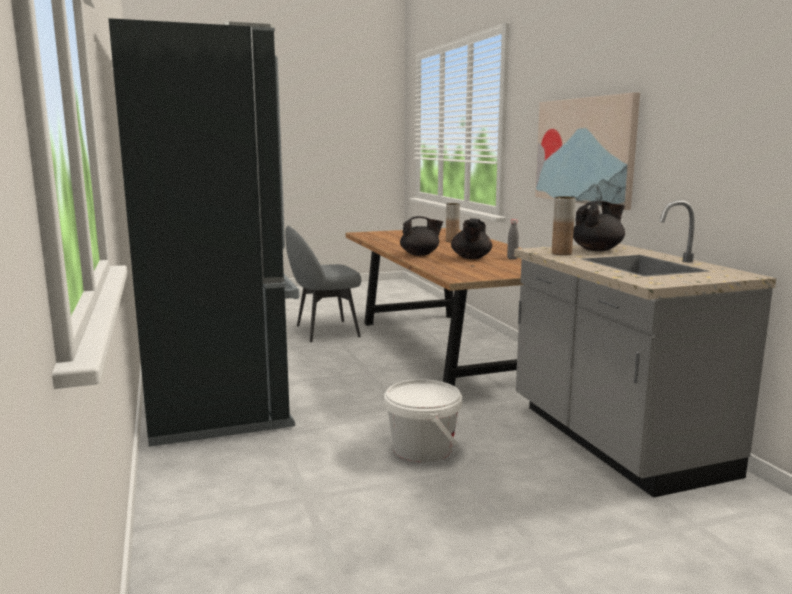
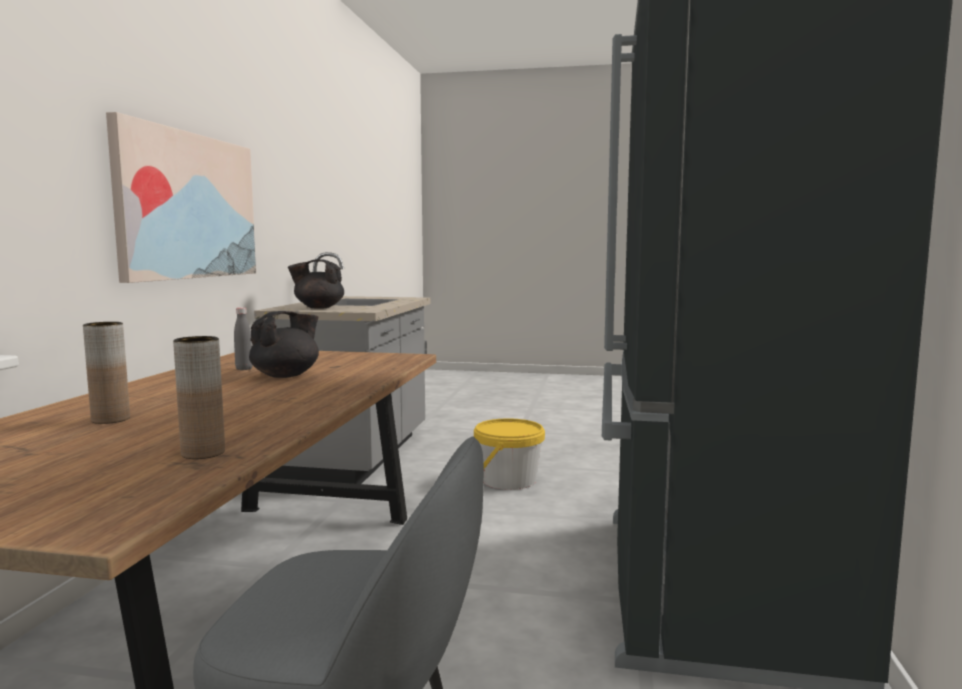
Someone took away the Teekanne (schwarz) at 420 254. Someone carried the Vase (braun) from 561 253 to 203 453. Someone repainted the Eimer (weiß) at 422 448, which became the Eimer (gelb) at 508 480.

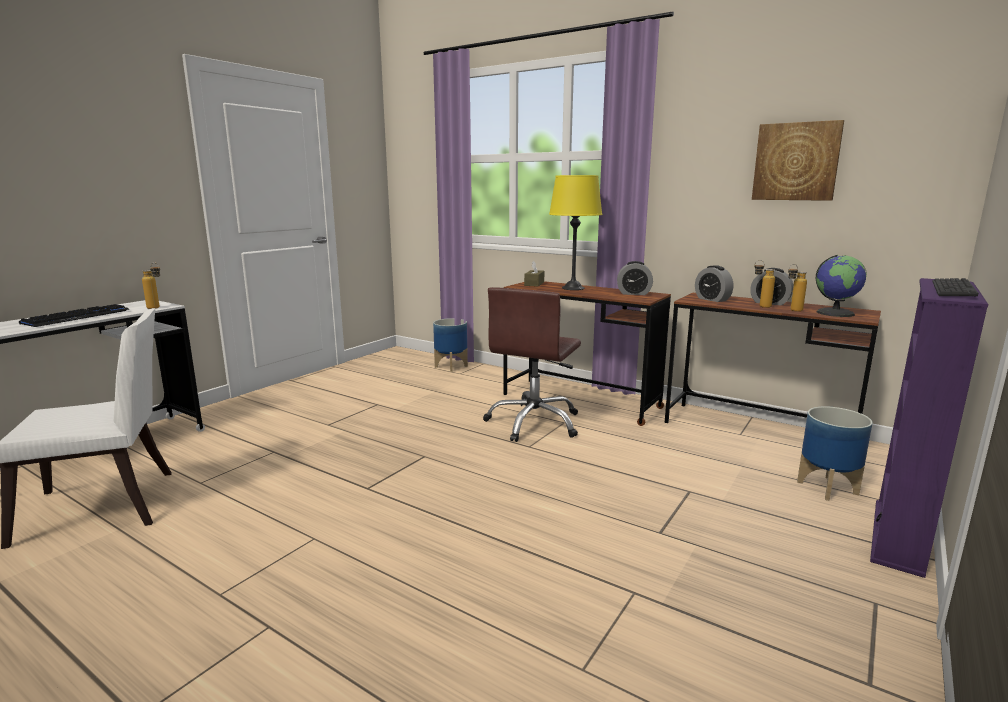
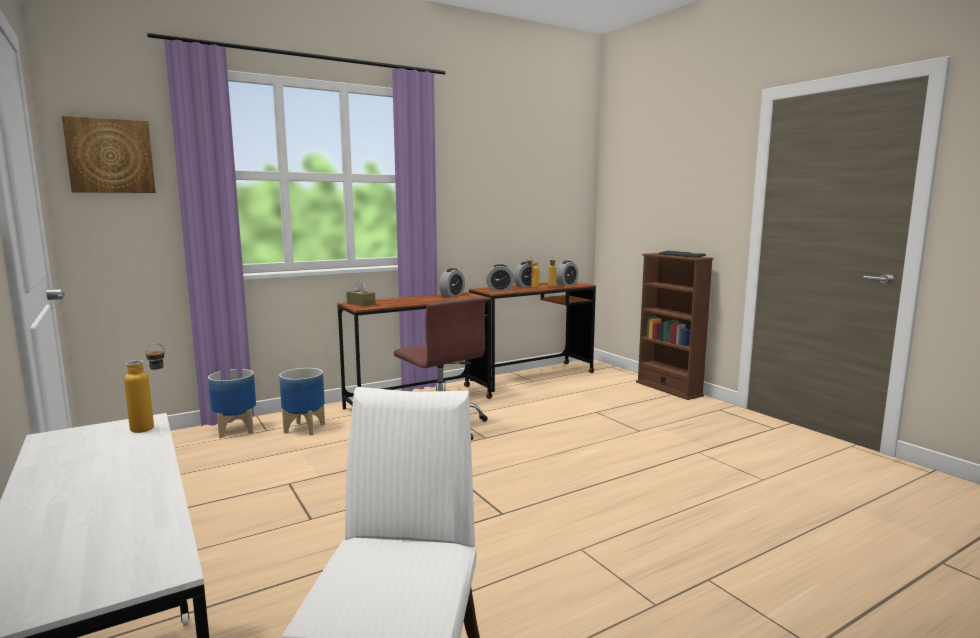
Someone took away the Tastatur at 77 317. Someone took away the Tischlampe (gelb) at 573 288. Someone carried the Bild from 796 162 to 110 156. Someone carried the Pflanzkübel from 828 487 to 304 428. Someone swapped the Globus at 835 313 for the Wecker at 566 284. Someone repainted the Bücherregal (lila) at 898 537, which became the Bücherregal (braun) at 668 389.

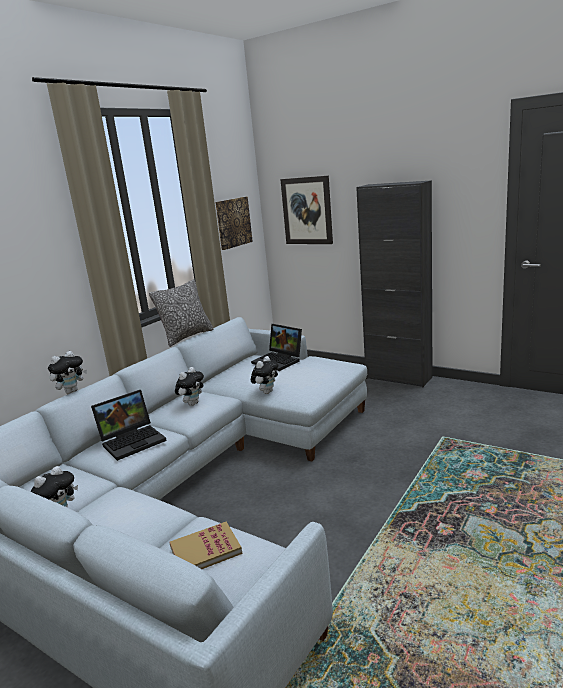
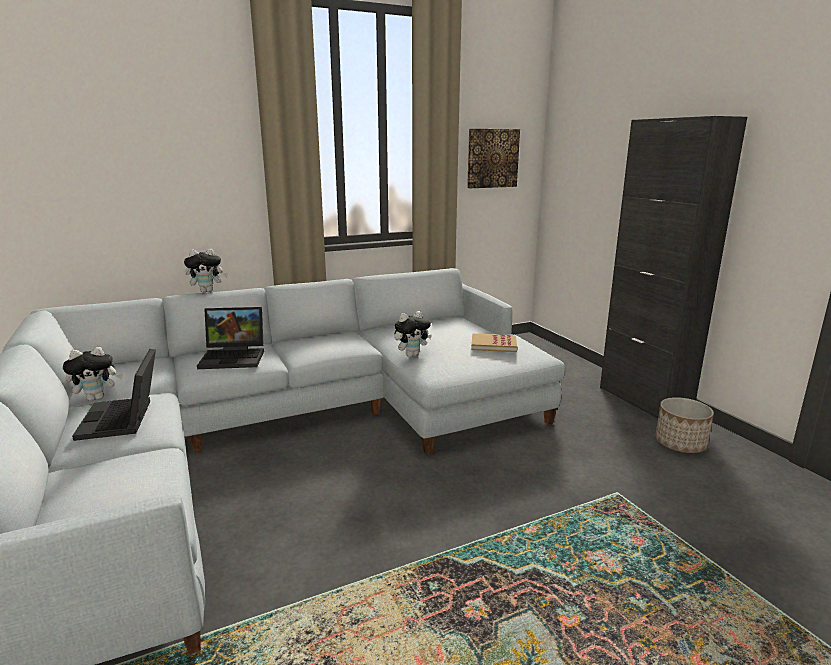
Someone took away the Kissen at 186 337. Someone took away the Plüschtier at 192 403. Someone took away the Bild at 307 211. Someone put down the Pflanzkübel at 680 444. Someone carried the Buch from 205 550 to 493 345. Someone carried the Laptop from 279 361 to 123 419.

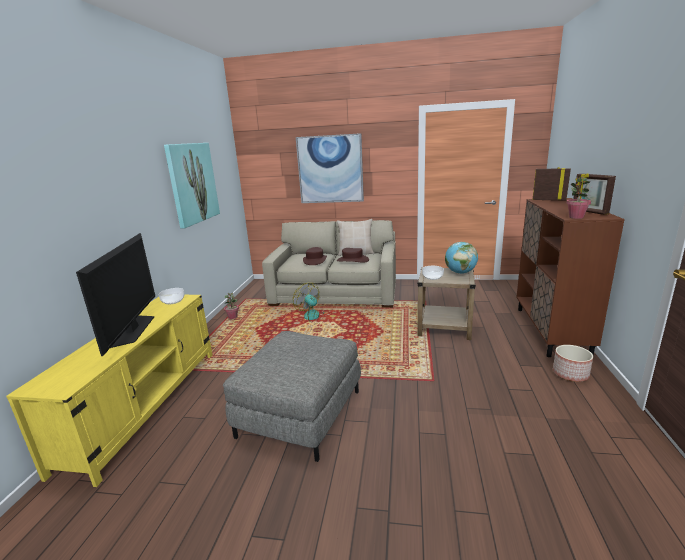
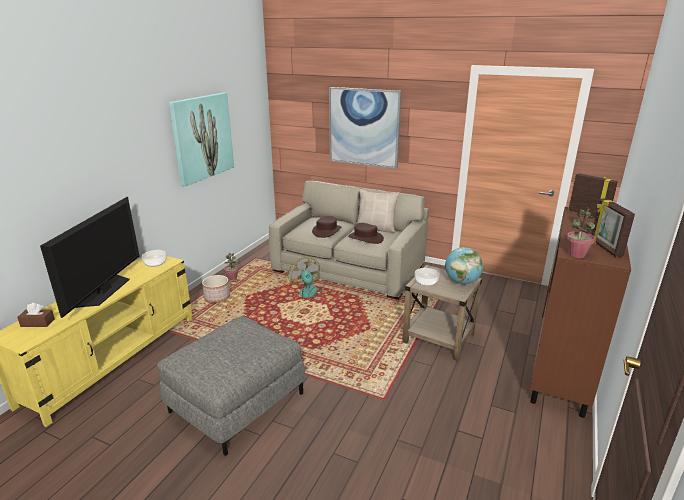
Someone put down the Taschentuchbox (braun) at 37 323. Someone carried the Pflanzkübel from 570 374 to 217 297.

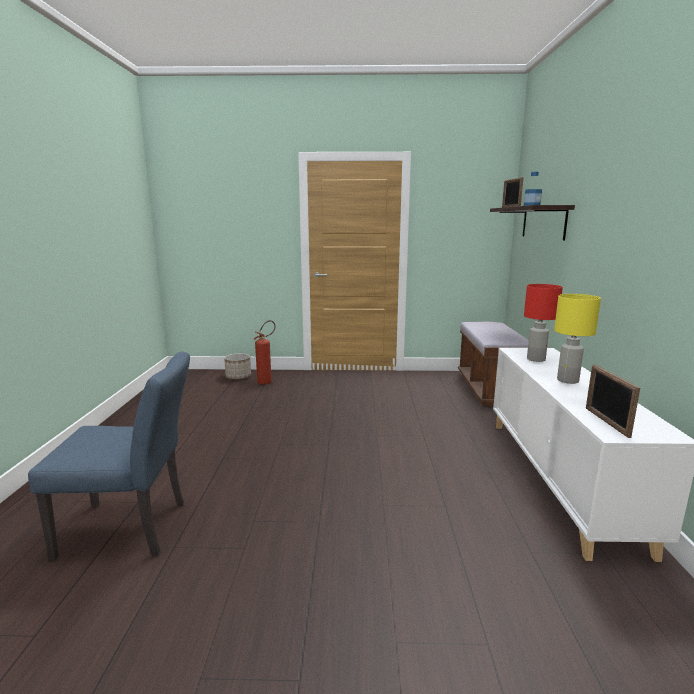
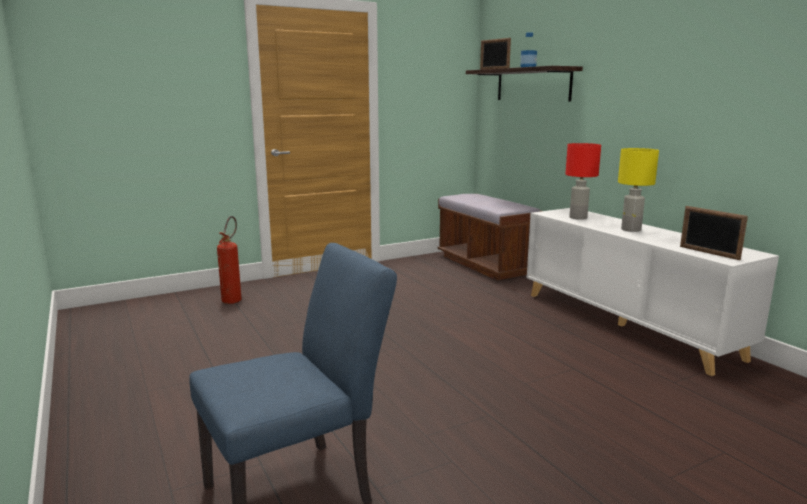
Someone took away the Pflanzkübel at 238 377.

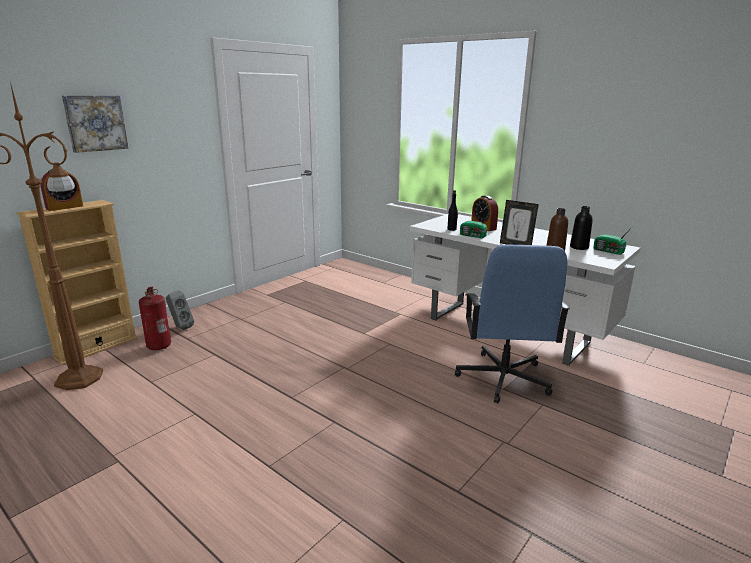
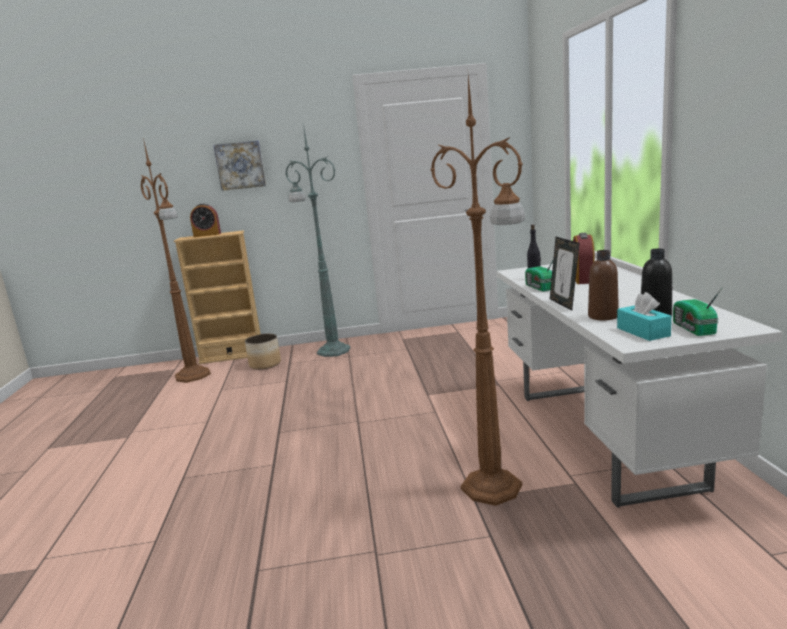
Someone took away the Lautsprecher (grau) at 180 327. Someone put down the Stehlampe (grün) at 332 350. Someone put down the Taschentuchbox (türkis) at 643 332. Someone swapped the Feuerlöscher at 159 345 for the Pflanzkübel at 265 364. Someone swapped the Bürostuhl (blau) at 503 378 for the Stehlampe (braun) at 494 488.

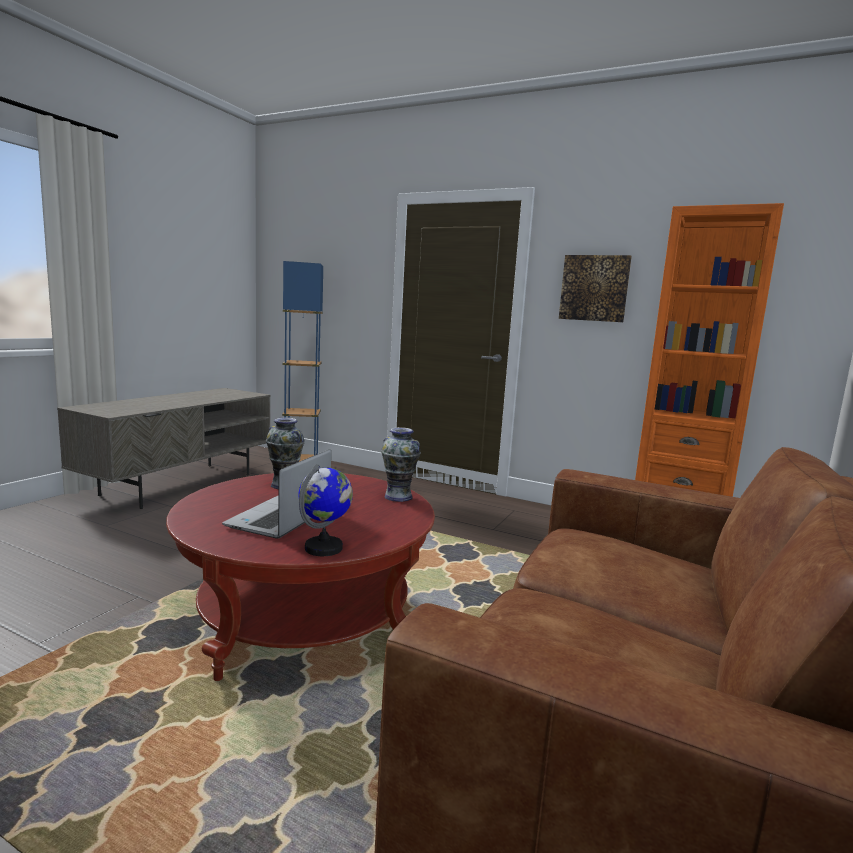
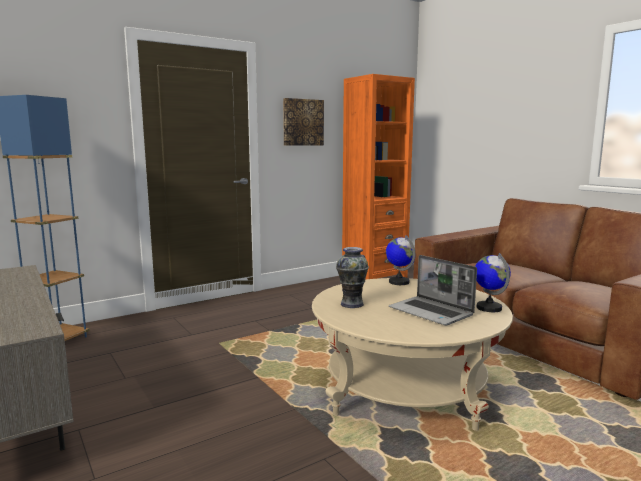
Someone swapped the Vase at 398 497 for the Globus at 399 282. Someone repainted the Couchtisch (rot) at 305 618, which became the Couchtisch (beige) at 405 389.

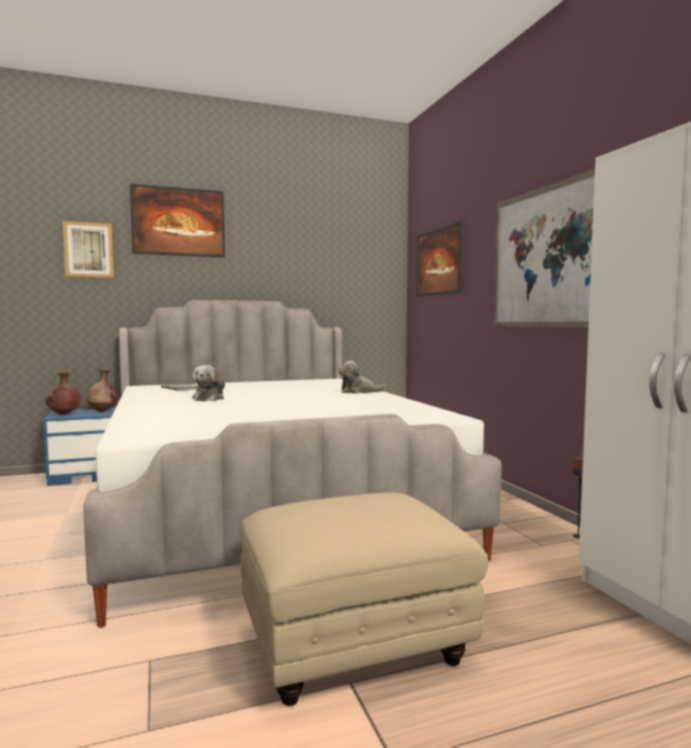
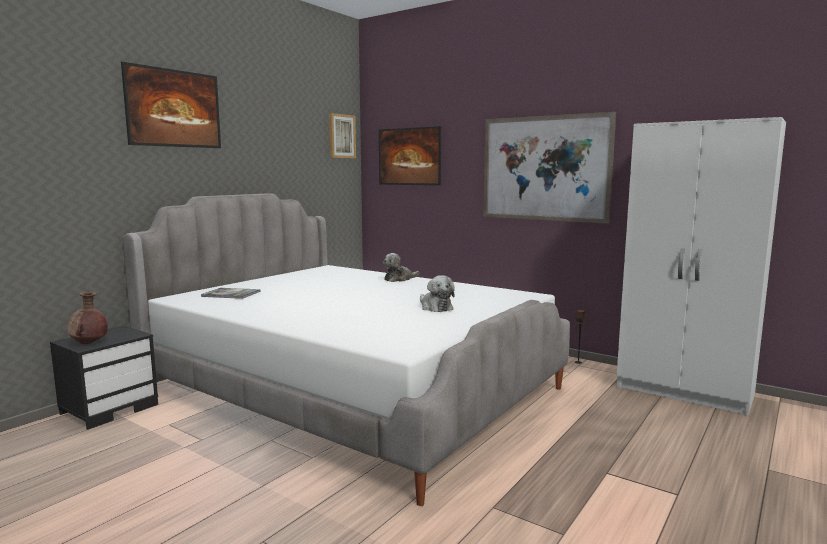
Someone took away the Vase (braun) at 103 411. Someone took away the Polsterhocker (beige) at 356 646. Someone carried the Bild from 89 250 to 341 136. Someone carried the Plüschtier from 209 398 to 435 307. Someone repainted the Nachttisch (blau) at 86 475, which became the Nachttisch (schwarz) at 110 408.

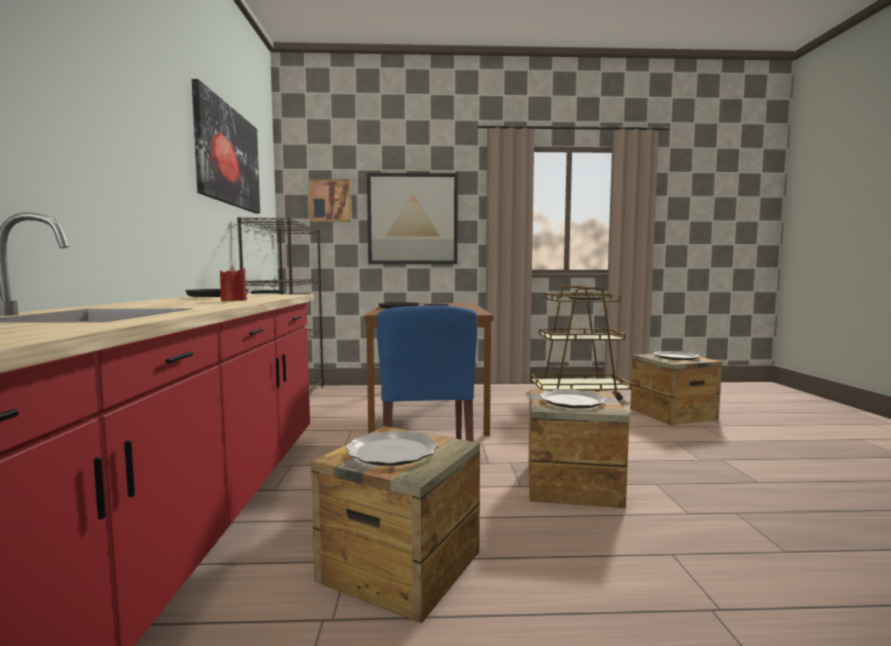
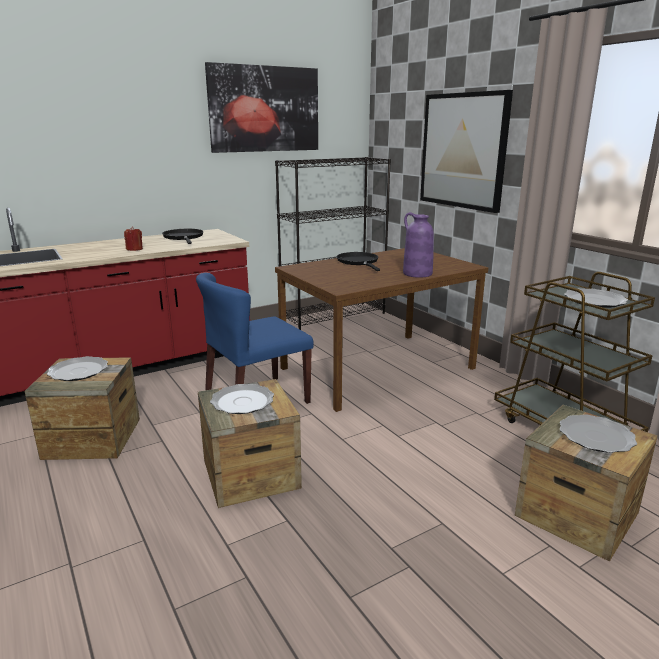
Someone took away the Bild at 330 201. Someone put down the Vase (lila) at 417 273.

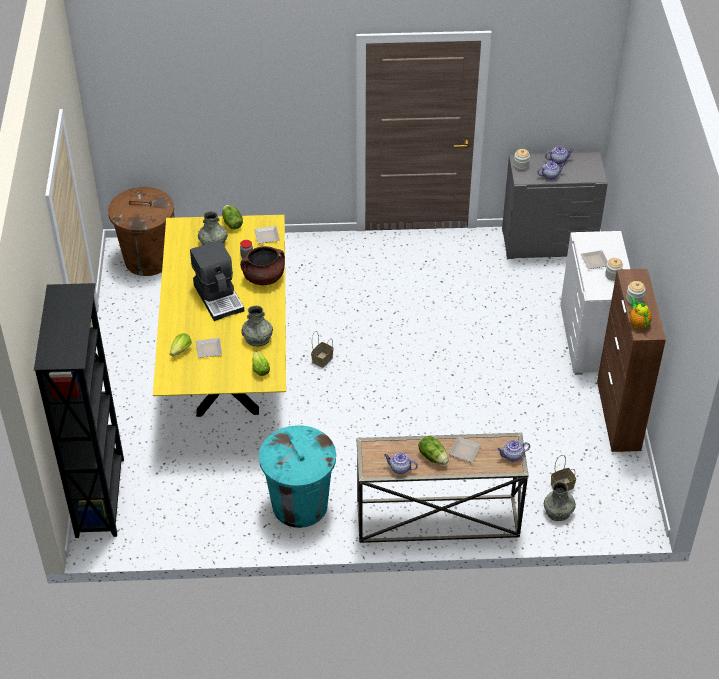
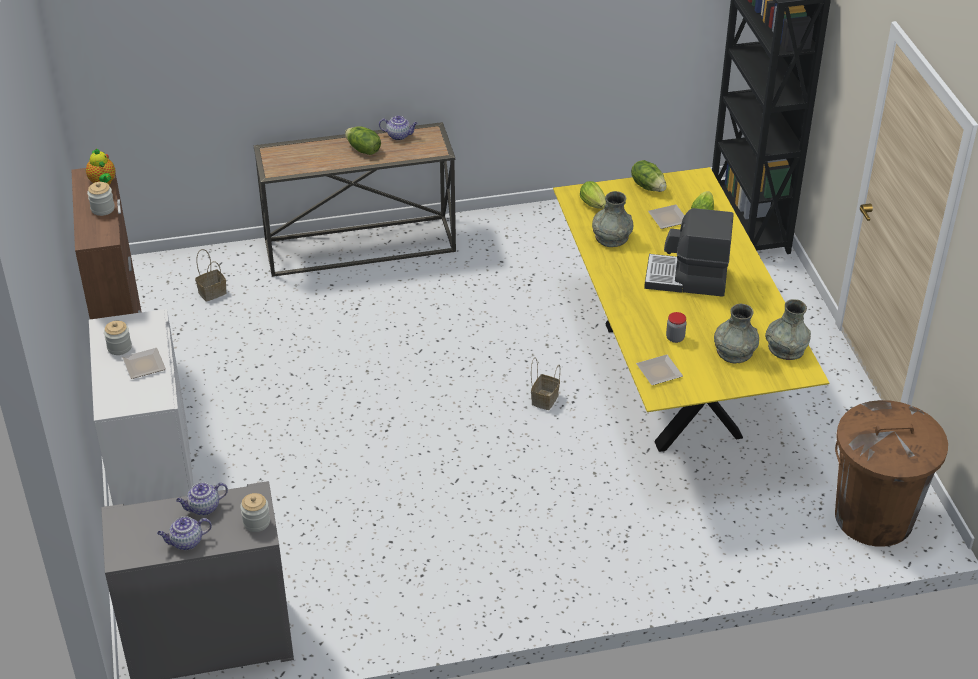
Someone took away the Kochtopf (braun) at 264 278. Someone took away the Mülleimer (türkis) at 299 505. Someone took away the Teller at 463 451. Someone took away the Teekanne at 512 456. Someone carried the Salatkopf from 232 223 to 648 186. Someone carried the Vase (grau) from 558 511 to 786 348. Someone rotated the Kaffeemaschine at 219 297 by 45 degrees counterclockwise.

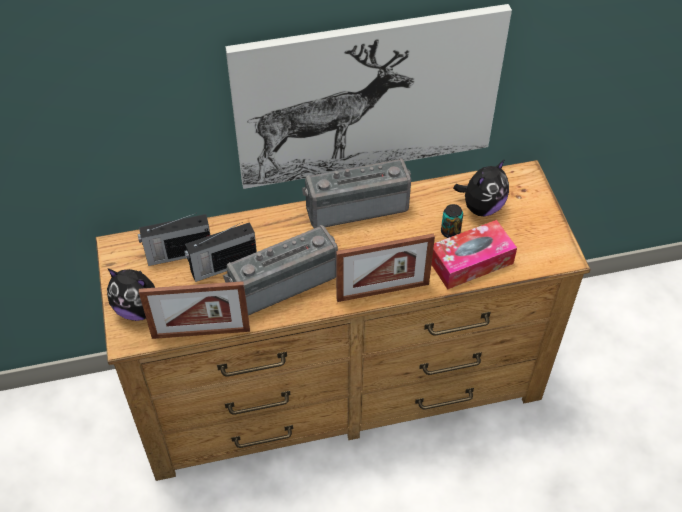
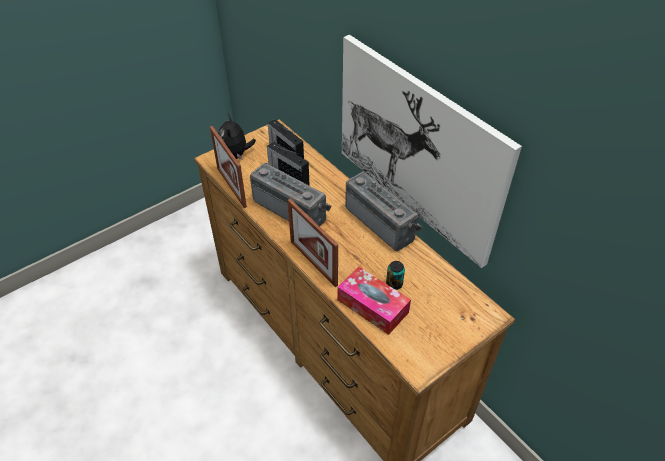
Someone took away the Plüschtier at 481 207.

